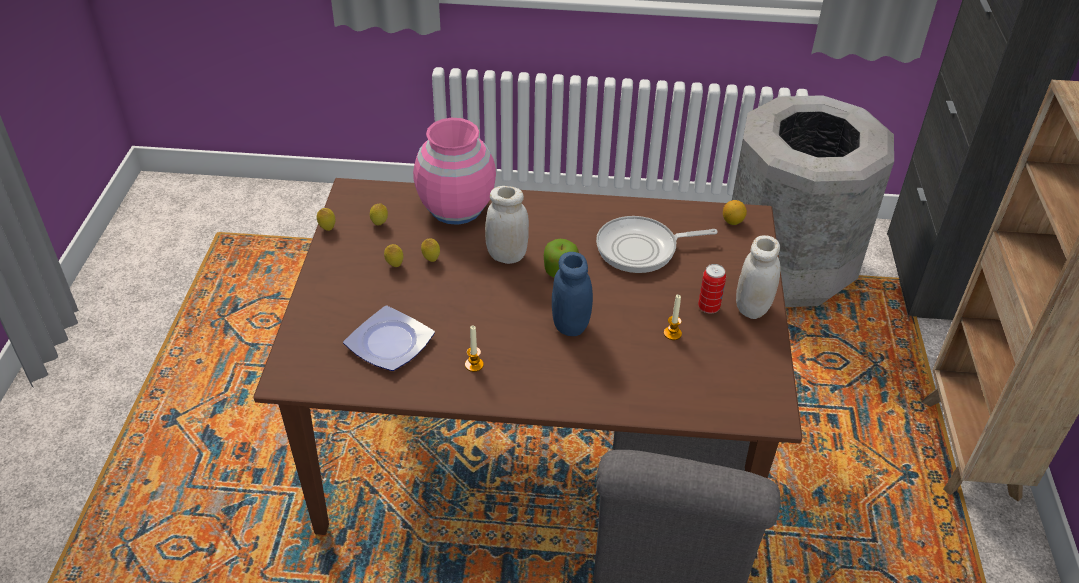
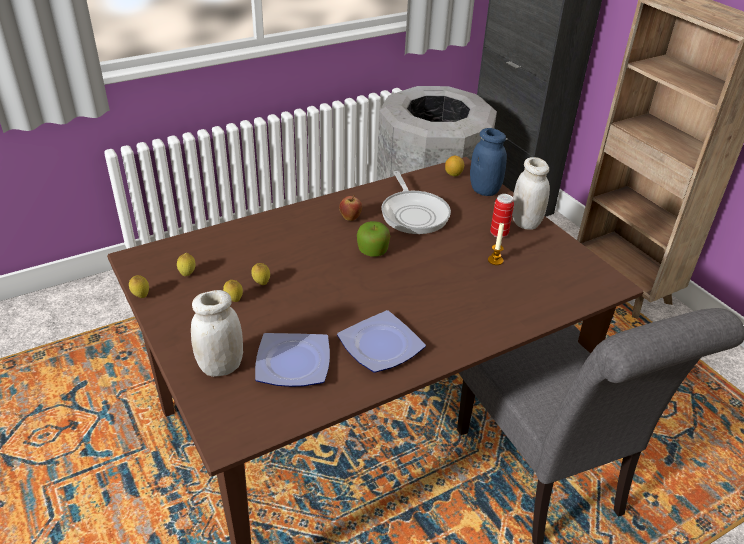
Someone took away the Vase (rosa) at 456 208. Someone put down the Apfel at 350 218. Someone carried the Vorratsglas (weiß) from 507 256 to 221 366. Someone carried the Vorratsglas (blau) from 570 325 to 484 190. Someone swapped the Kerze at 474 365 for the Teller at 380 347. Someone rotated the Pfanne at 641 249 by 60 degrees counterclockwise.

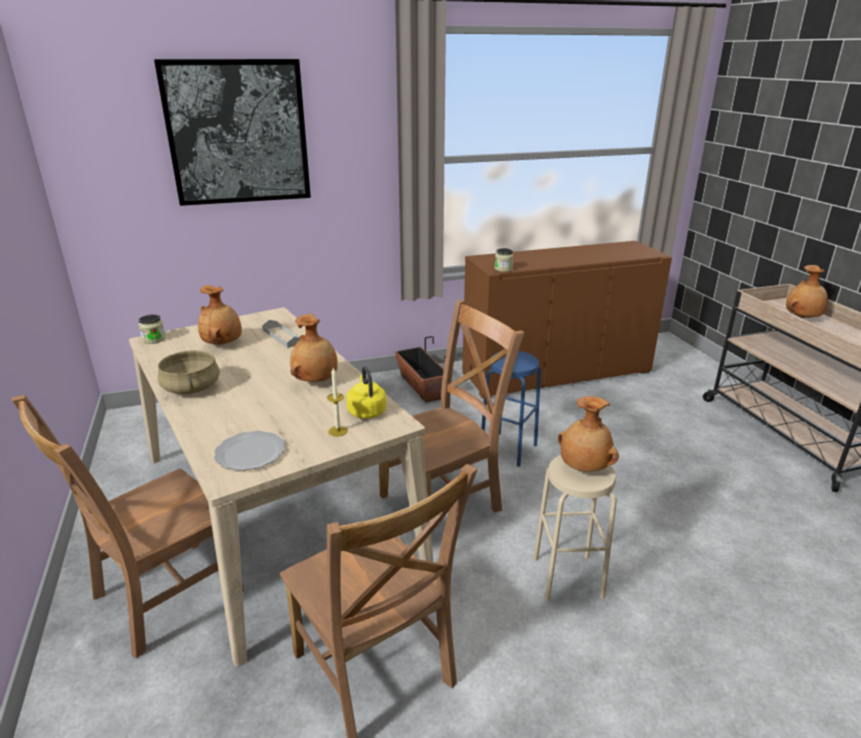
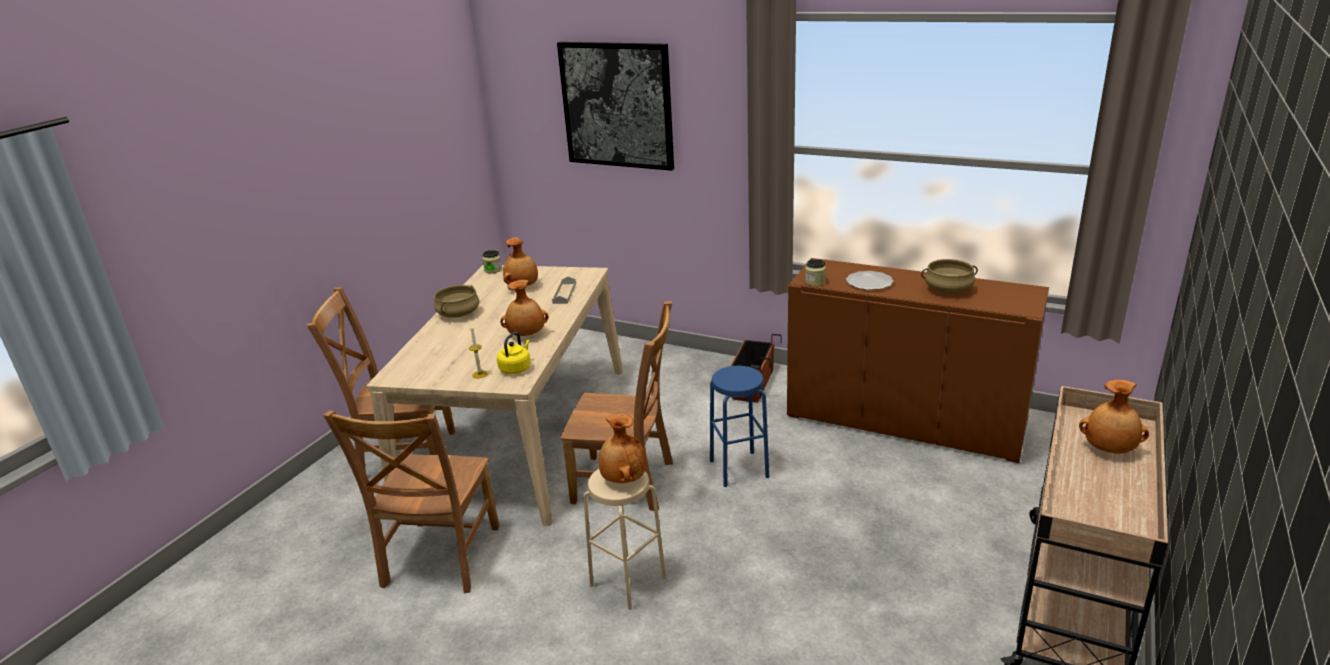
Someone put down the Kochtopf (beige) at 948 289. Someone carried the Teller from 249 453 to 868 282.

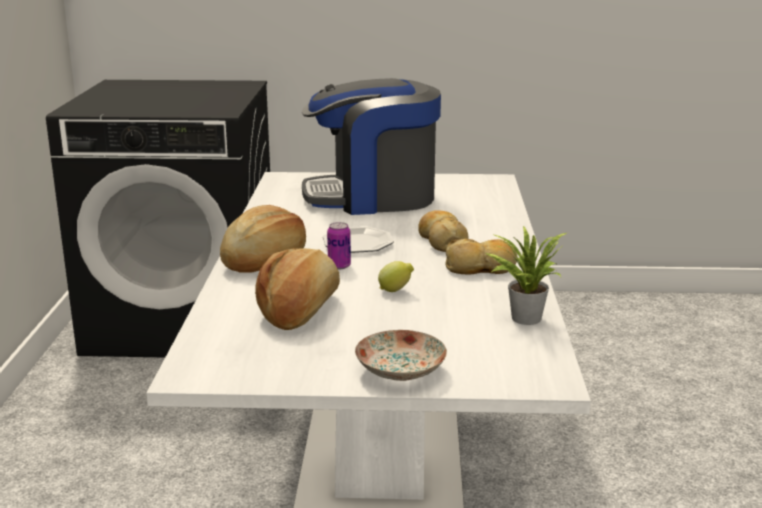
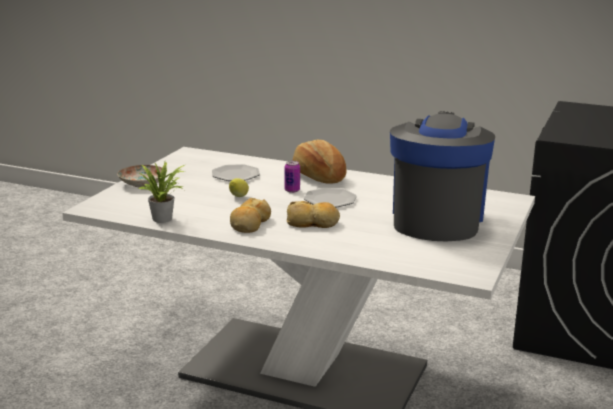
Someone swapped the Brot at 300 310 for the Teller at 235 175.

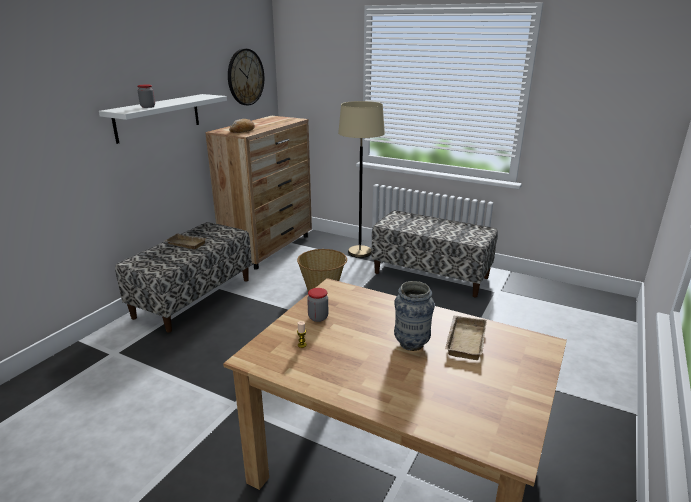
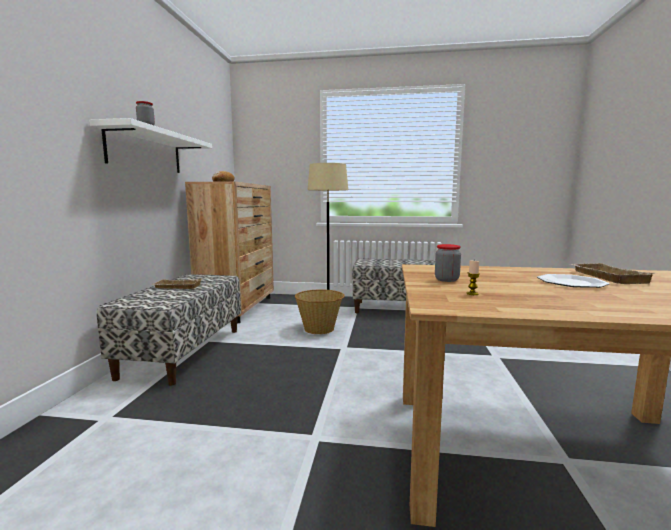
Someone took away the Wanduhr at 245 77. Someone swapped the Vase at 411 344 for the Teller at 571 283.

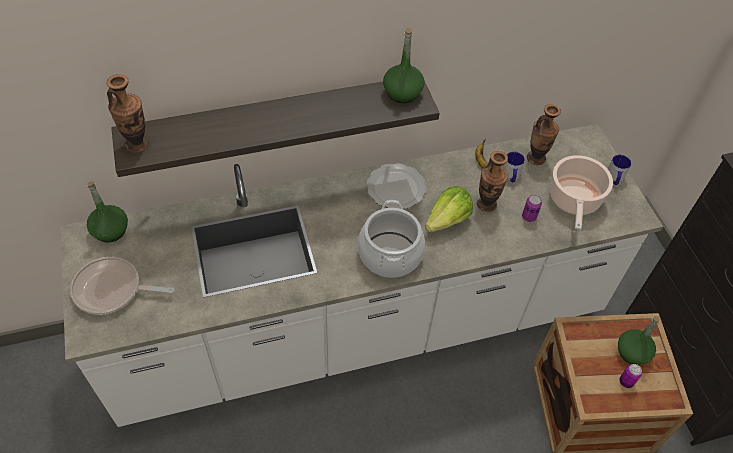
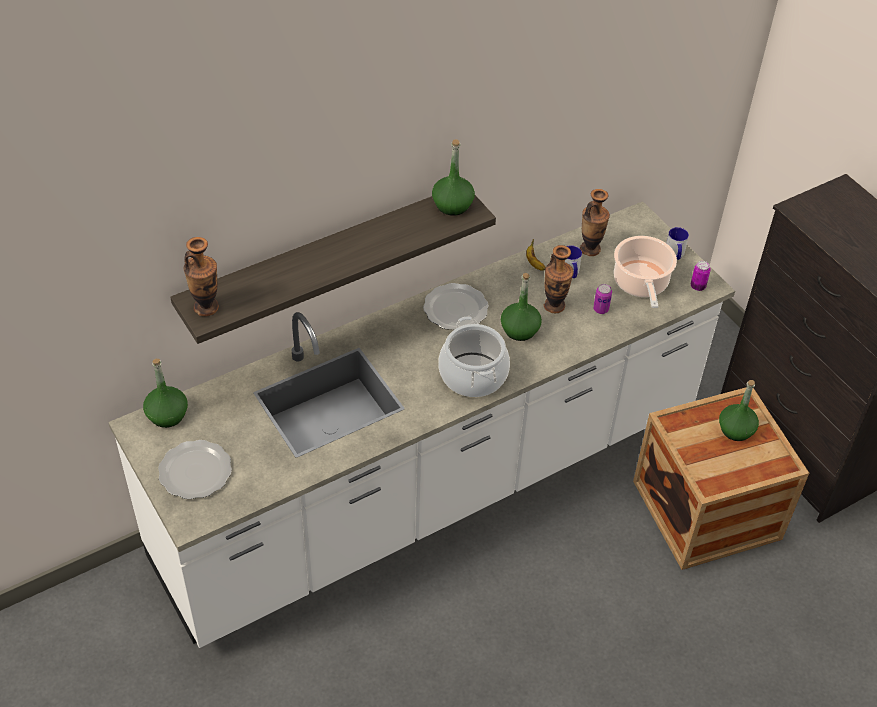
Someone carried the Dose from 626 382 to 697 286. Someone swapped the Pfanne at 112 290 for the Teller at 196 472. Someone swapped the Salatkopf at 447 220 for the Flasche (grün) at 520 330.

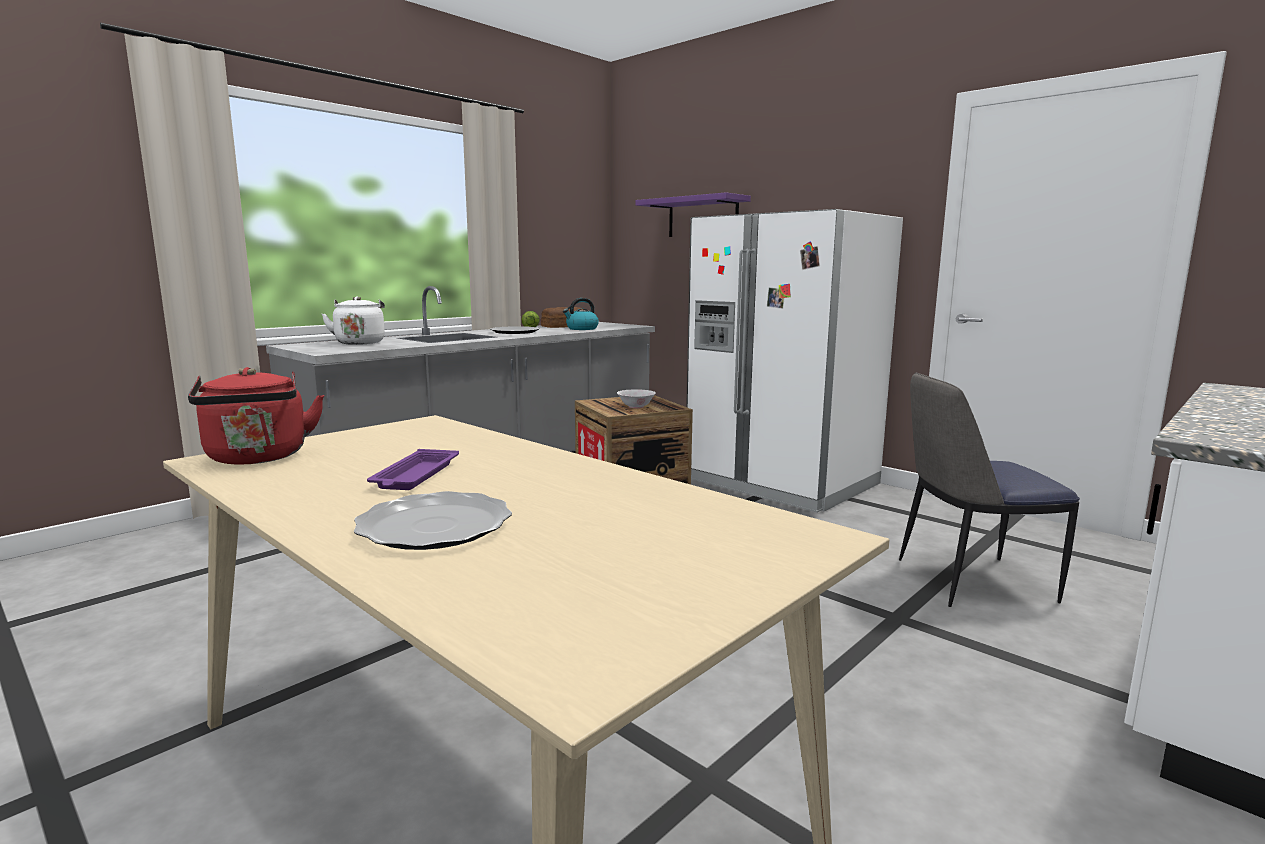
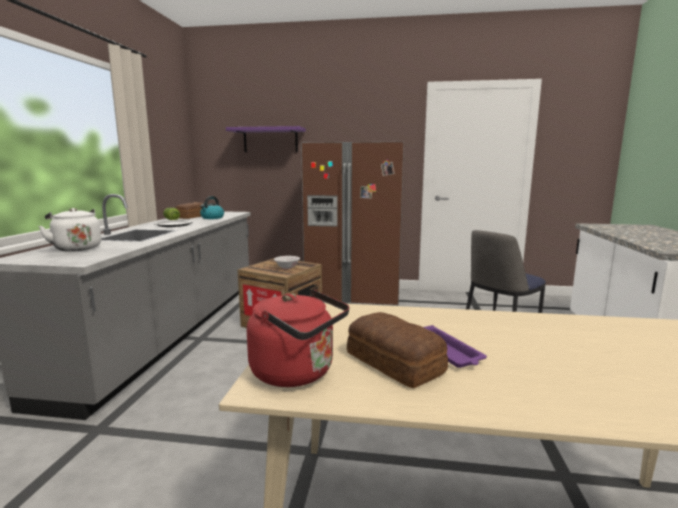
Someone took away the Teller at 436 526. Someone put down the Brot at 394 363. Someone repainted the Kühlschrank (weiß) at 781 482, which became the Kühlschrank (braun) at 354 298.

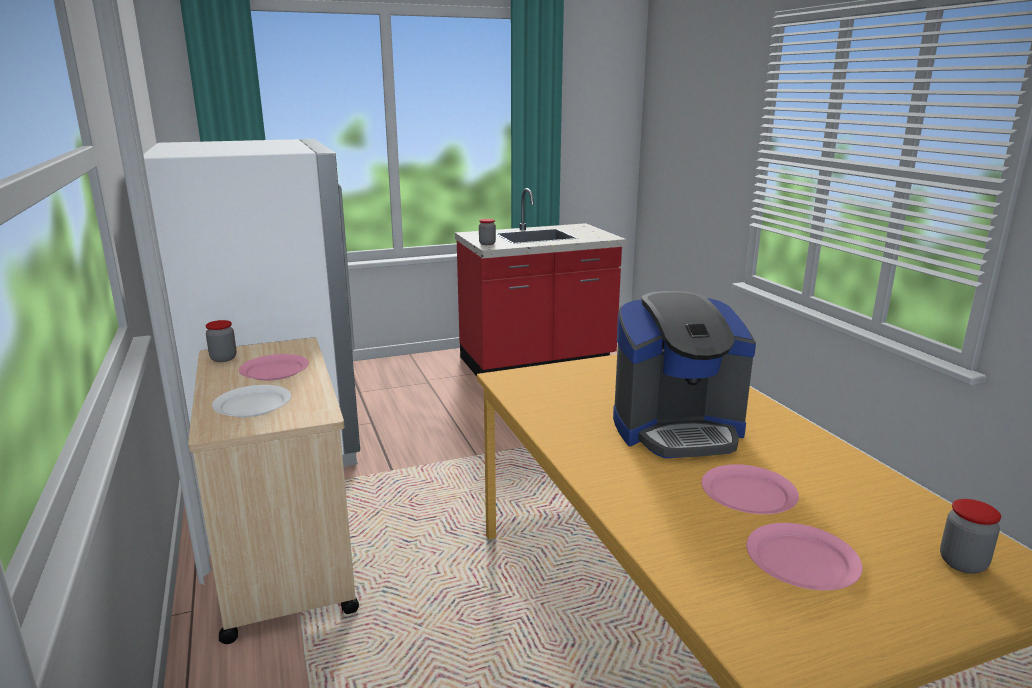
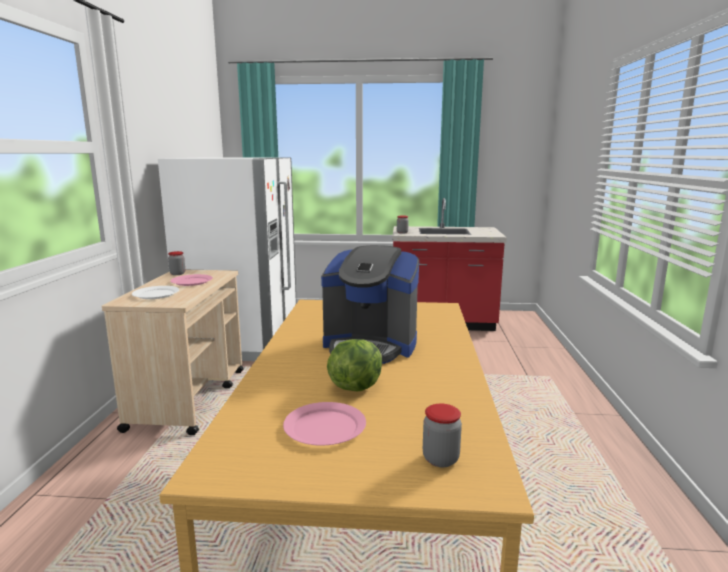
Someone swapped the Teller (rosa) at 748 494 for the Salatkopf at 355 386.

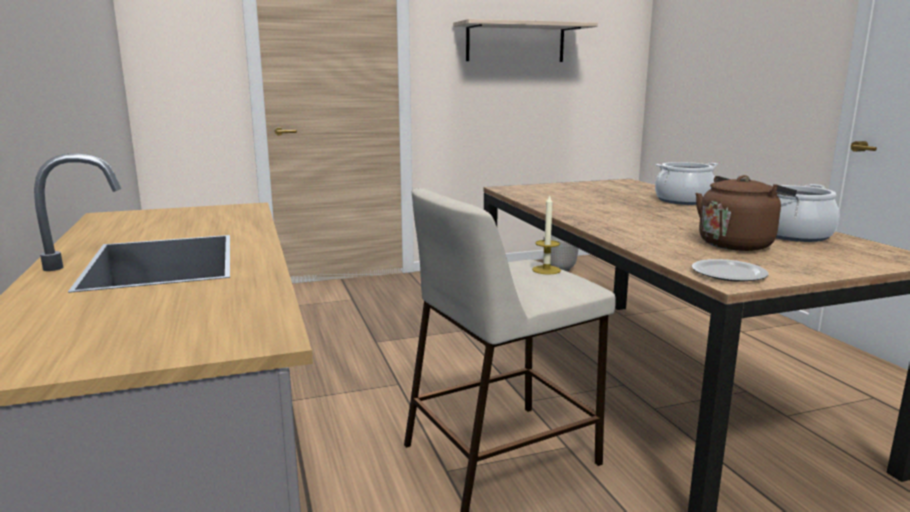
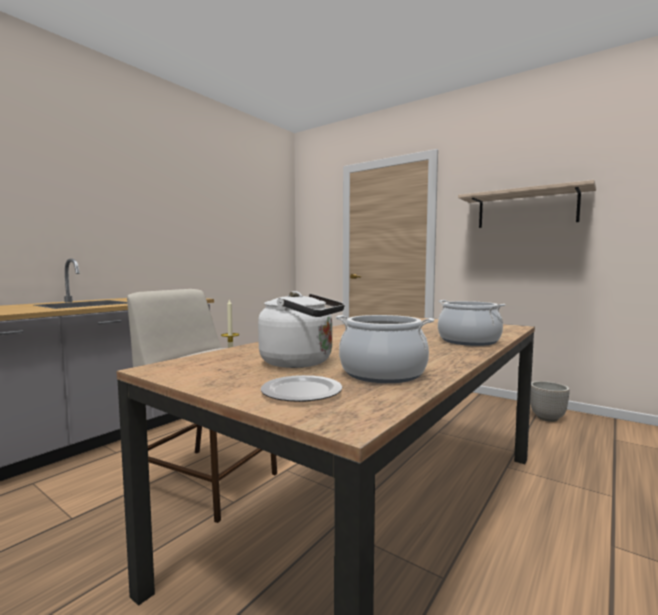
Someone carried the Teller from 728 273 to 303 392. Someone repainted the Wasserkessel (braun) at 737 244, which became the Wasserkessel (weiß) at 301 362.

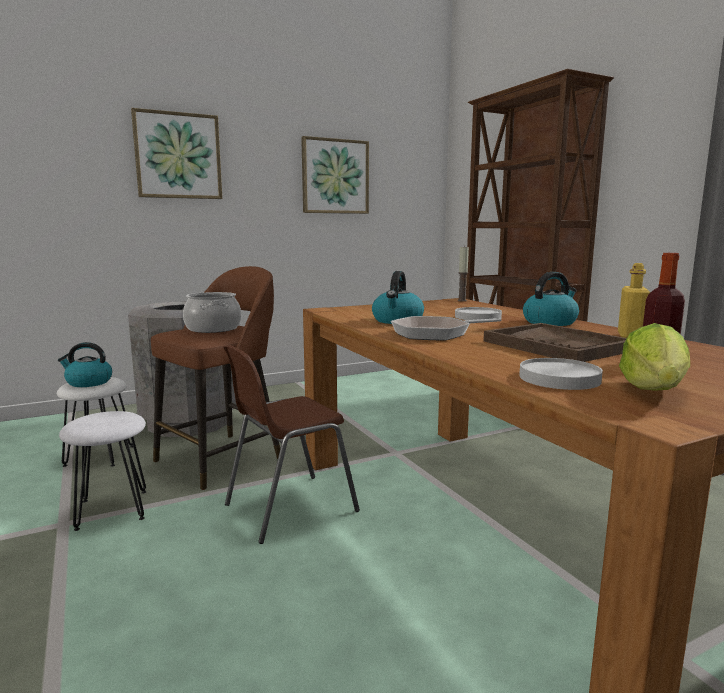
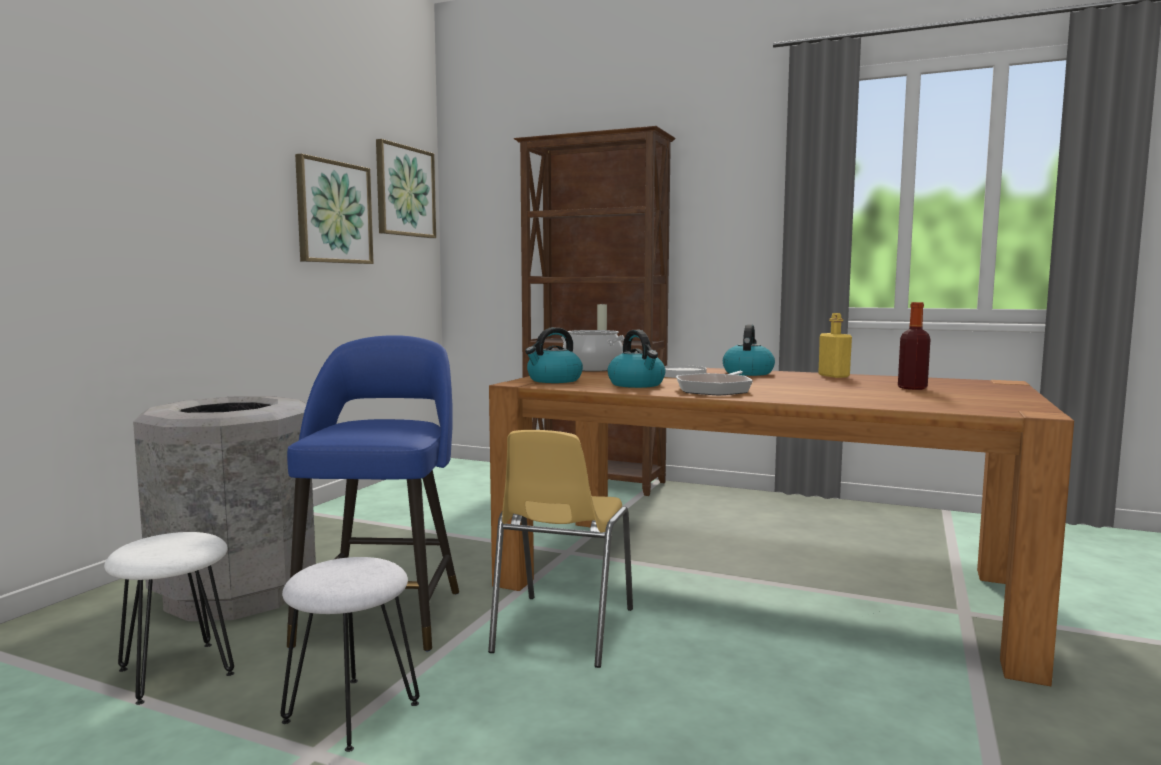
Someone took away the Tablett (braun) at 556 346. Someone took away the Teller (weiß) at 559 378. Someone took away the Salatkopf at 654 391. Someone carried the Wasserkessel from 88 382 to 554 380. Someone carried the Bild from 178 156 to 404 191. Someone carried the Kochtopf from 212 329 to 592 369. Someone repainted the Hocker (braun) at 222 458, which became the Hocker (blau) at 382 615. Someone repainted the Stuhl (braun) at 289 507, which became the Stuhl (gelb) at 561 630.

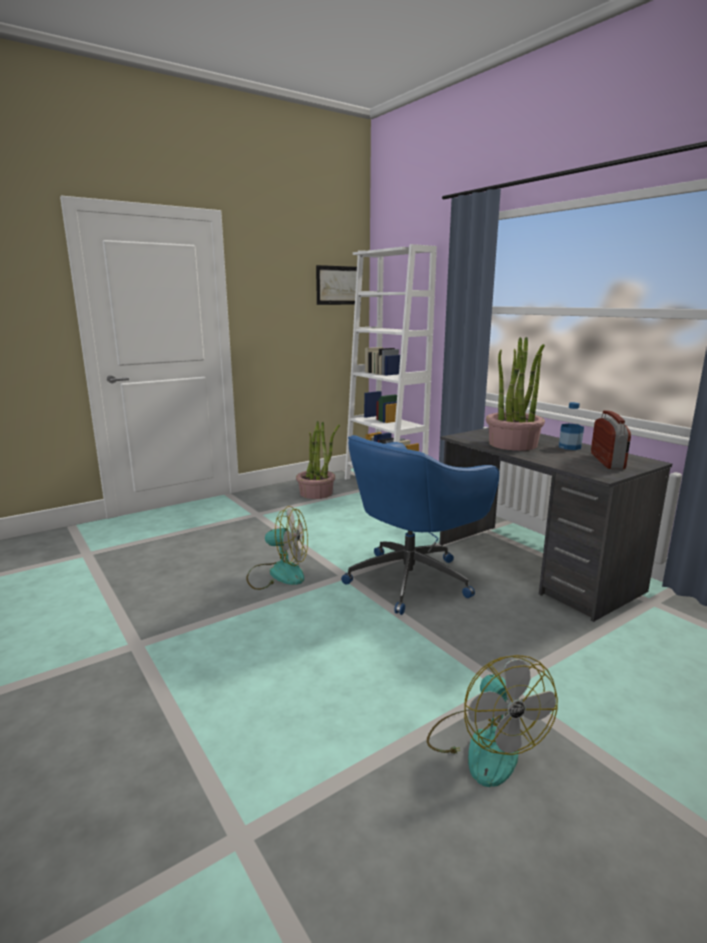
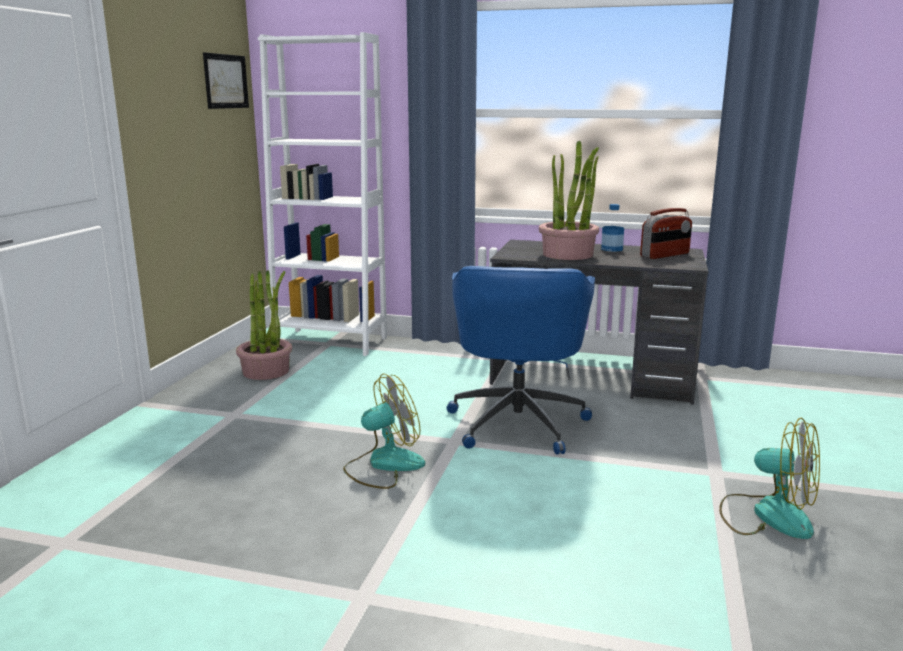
Someone rotated the Radio at 607 461 by 90 degrees clockwise.

